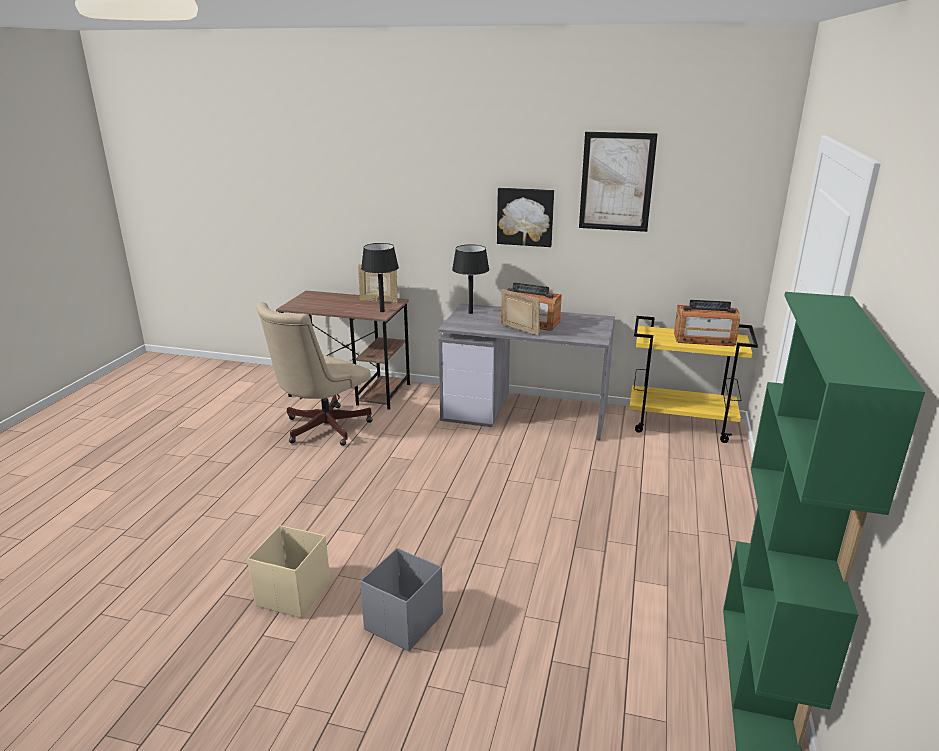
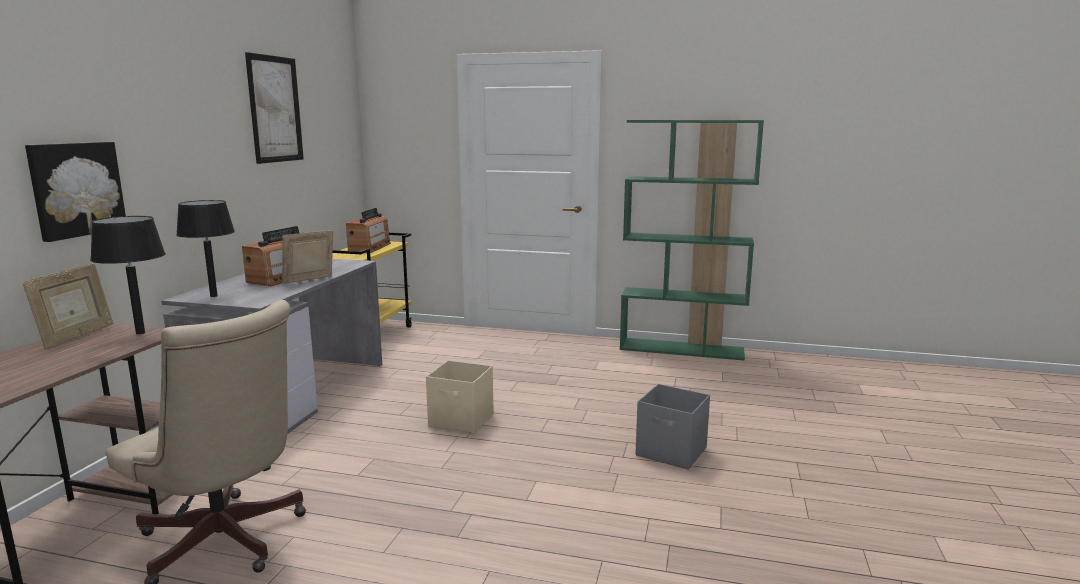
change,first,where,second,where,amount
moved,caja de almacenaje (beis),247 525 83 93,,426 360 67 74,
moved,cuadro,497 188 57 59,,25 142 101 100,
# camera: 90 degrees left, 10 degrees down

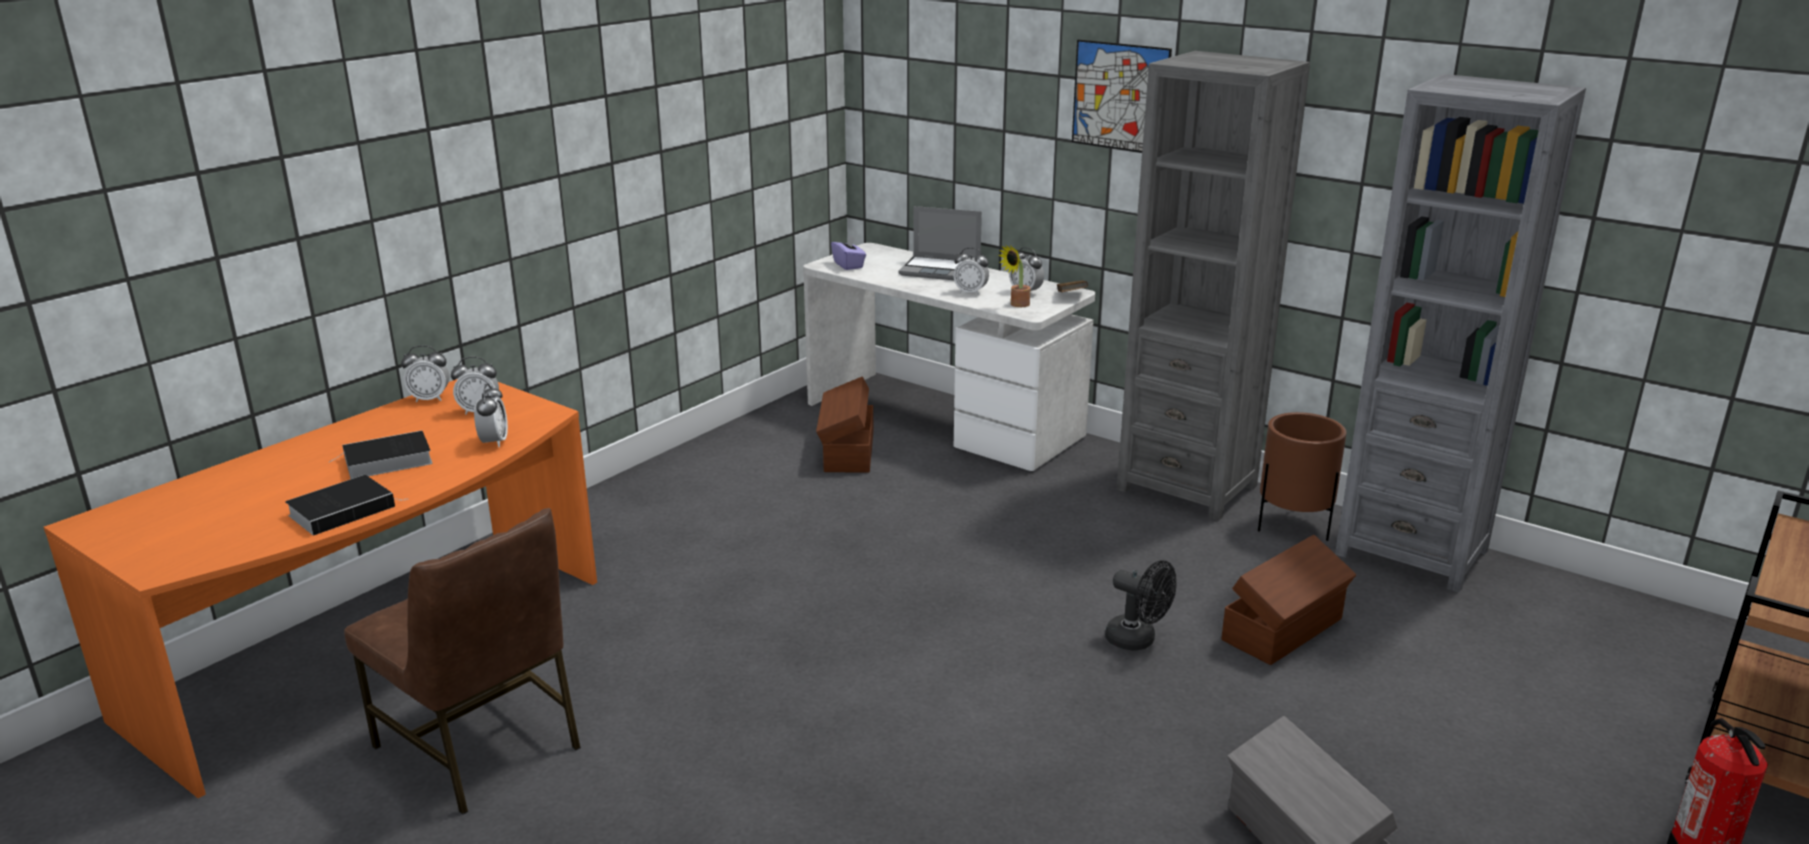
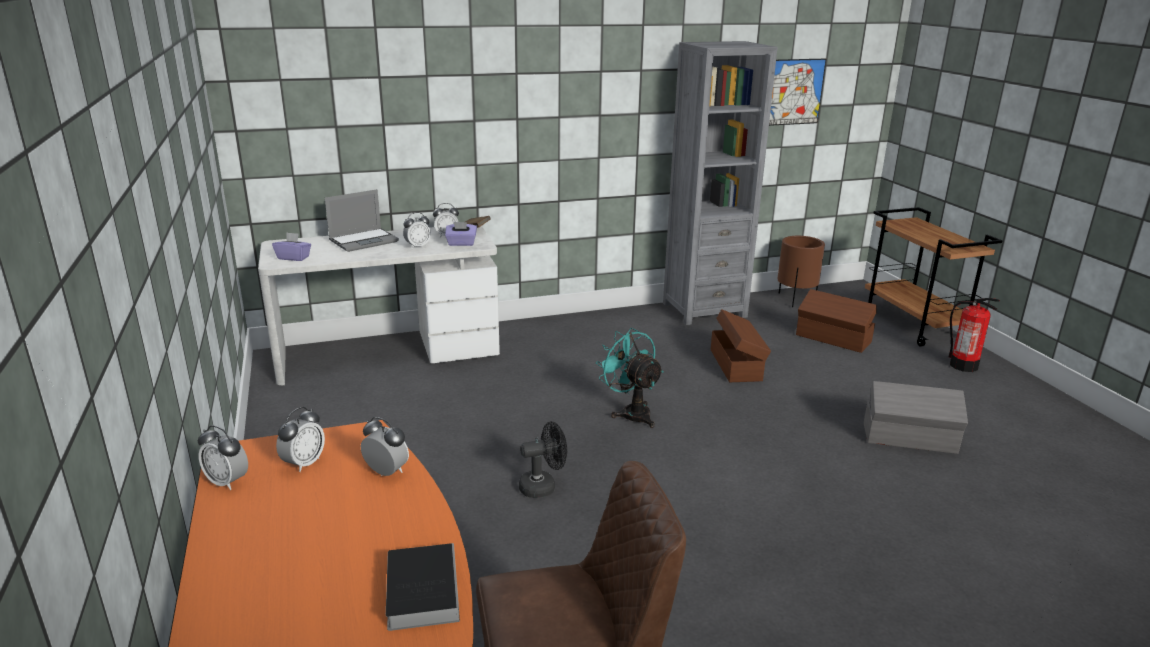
change,first,where,second,where,amount
removed,libro,329 430 104 49,,,
turned,despertador,401 345 48 58,,198 425 50 65,90 degrees clockwise
moved,caja de almacenaje (marrón),816 376 57 96,,796 289 81 64,
replaced,planta en maceta,998 245 33 62,caja de pañuelos (morado),445 222 32 24,
moved,cuadro,1072 39 100 114,,769 59 57 67,
moved,ventilador (negro),1105 560 71 91,,519 421 48 77,
removed,estantería (gris),1117 51 193 470,,,
moved,maceta (marrón),1258 412 88 129,,777 236 48 71,
added,,,ventilador (turquesa),596 328 68 100,
# camera: 55 degrees left, 0 degrees up

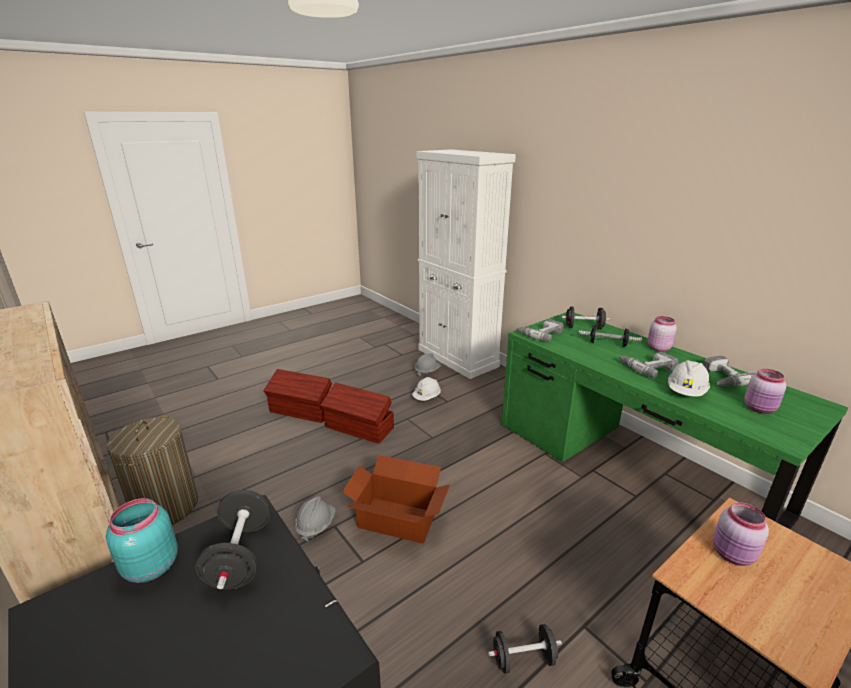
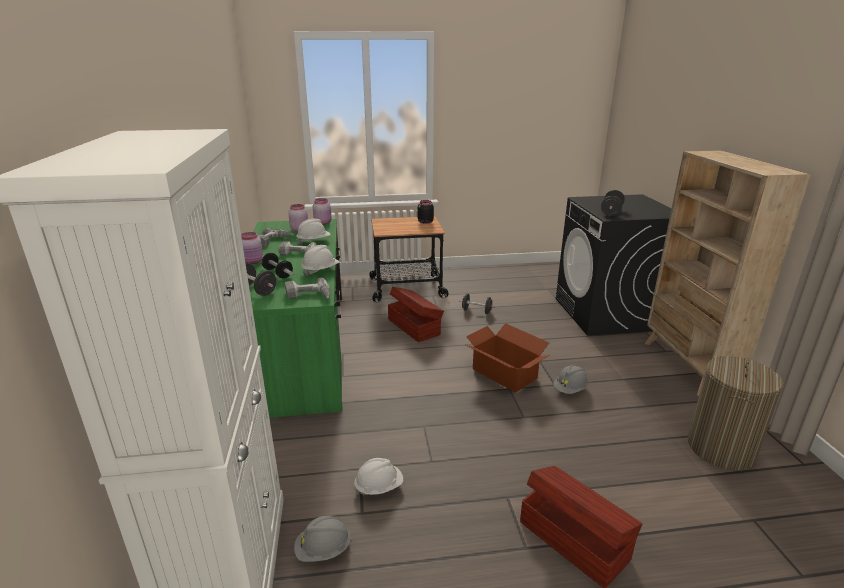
change,first,where,second,where,amount
removed,tarro (turquesa),106 498 72 85,,,
moved,caja de almacenaje (marrón),320 382 74 62,,388 287 56 55,
moved,tarro (rosa),713 502 56 64,,313 198 18 27,
added,,,casco (blanco),301 245 38 31,
added,,,tarro (negro),418 200 16 24,
# camera: 150 degrees left, 0 degrees up

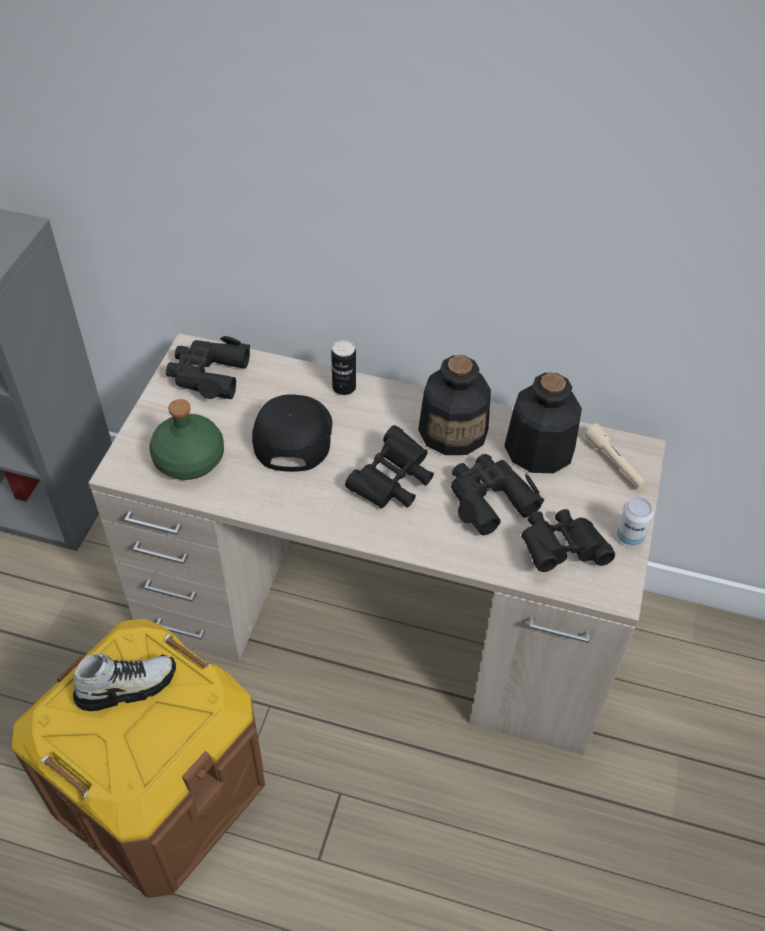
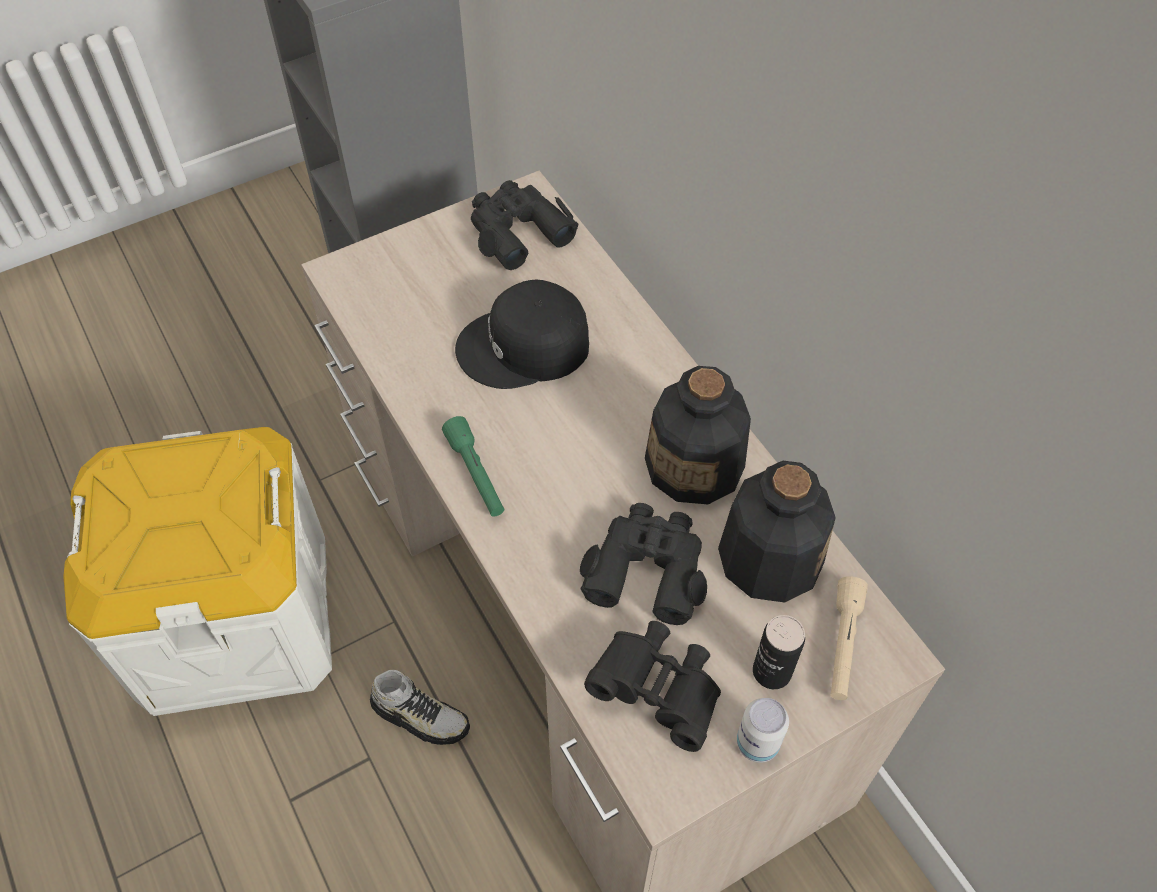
change,first,where,second,where,amount
recoloured,caja de almacenaje (marrón),12 619 253 279,caja de almacenaje (blanco),63 427 269 289,
moved,zapato,73 653 103 58,,370 670 100 75,
removed,botella (verde),149 399 75 81,,,
turned,gorra (negro),252 394 80 78,,455 279 134 110,150 degrees counterclockwise
moved,lata,331 340 25 55,,753 615 52 74,
removed,prismáticos (negro),345 425 89 84,,,
added,,,linterna (verde),442 416 62 101,
# camera: 45 degrees right, 5 degrees up

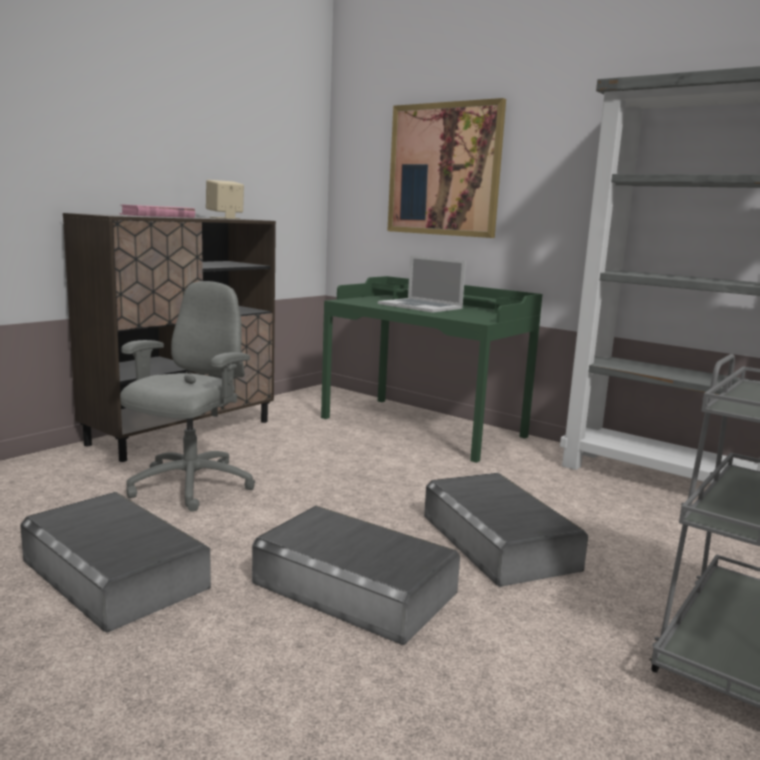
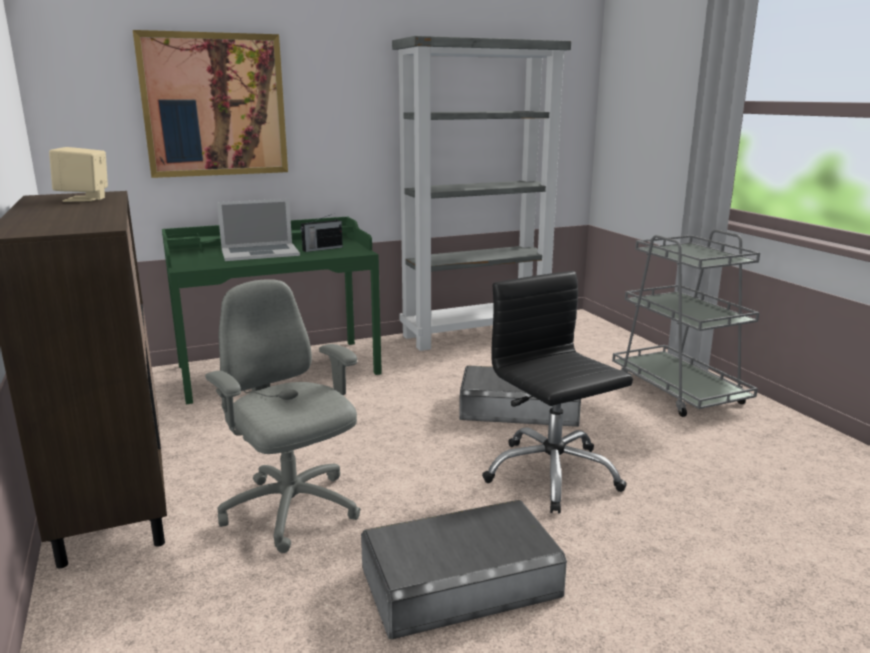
change,first,where,second,where,amount
removed,libro (rosa),119 205 76 13,,,
replaced,caja de almacenaje (gris),252 506 208 139,silla de oficina (negro),482 271 151 242,
added,,,radio,300 213 43 39,
# camera: 60 degrees left, 5 degrees up

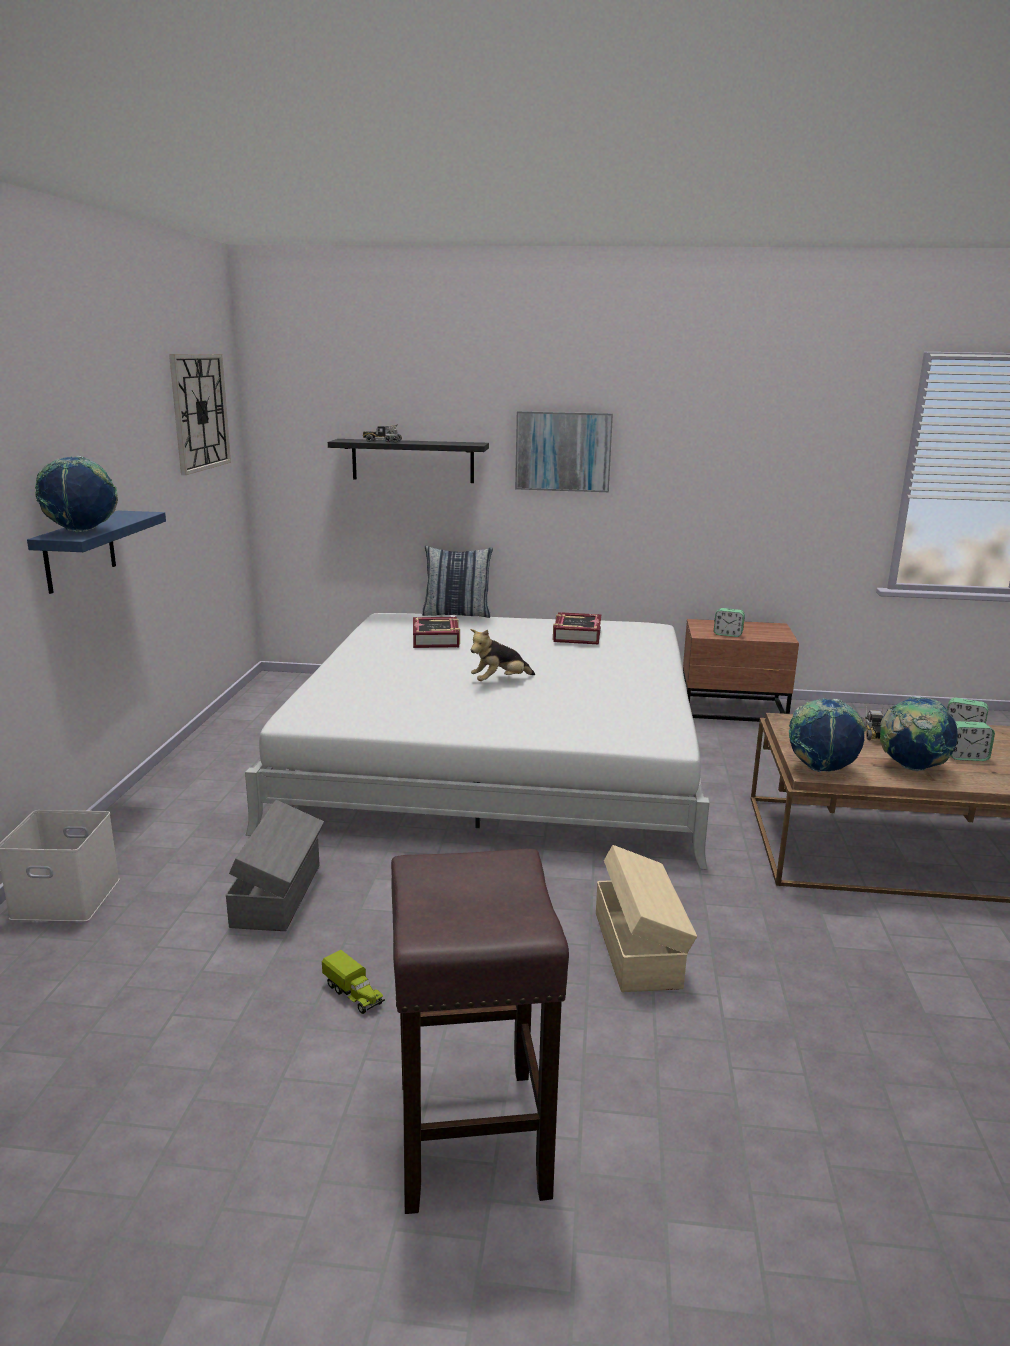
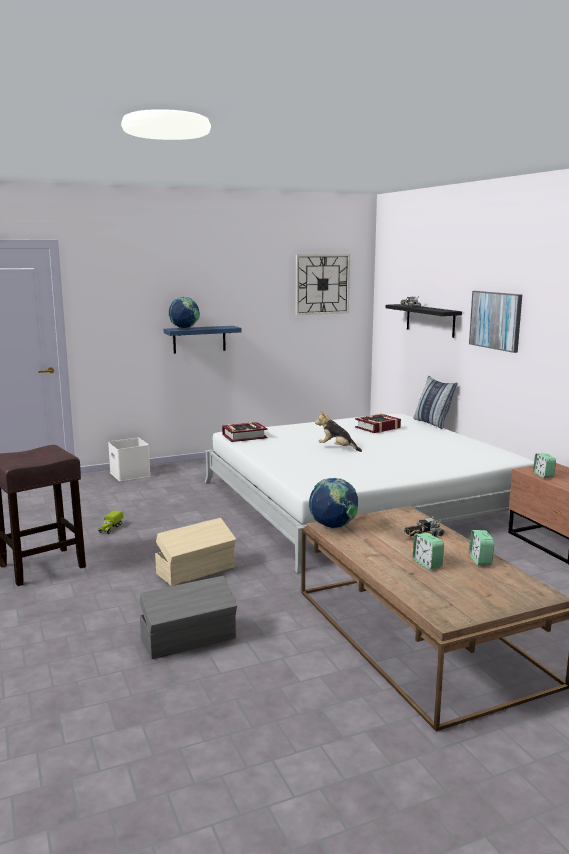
change,first,where,second,where,amount
moved,caja de almacenaje (gris),226 800 98 131,,140 576 97 83,
moved,libro,553 612 48 32,,222 422 46 20,
removed,globo terráqueo,880 696 78 75,,,
# camera: 60 degrees right, 5 degrees down

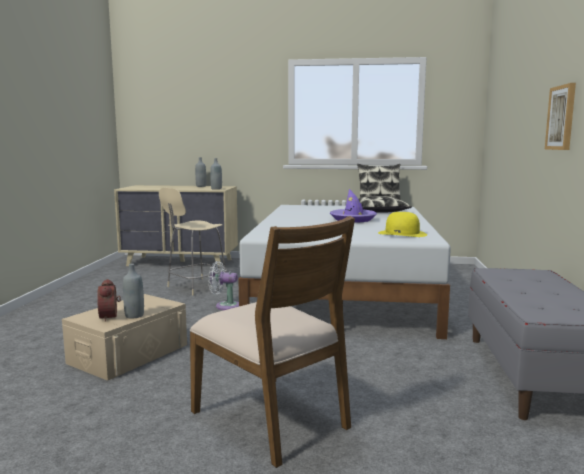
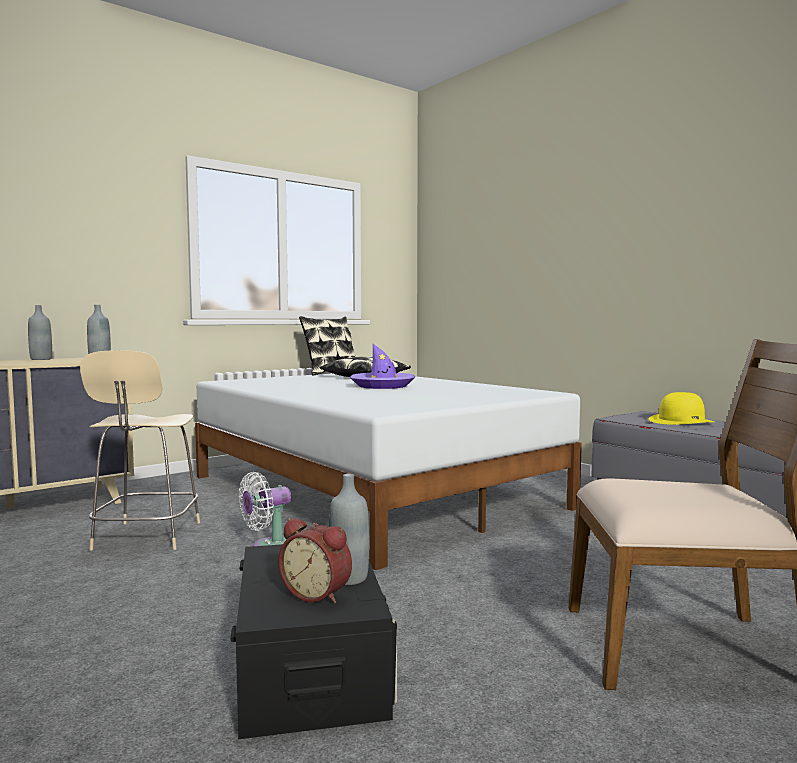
change,first,where,second,where,amount
recoloured,caja de almacenaje (beis),62 294 125 87,caja de almacenaje (negro),230 544 167 195,
moved,sombrero (amarillo),378 212 49 25,,649 392 65 33,
removed,cuadro,545 83 31 67,,,
# camera: 45 degrees left, 5 degrees down

